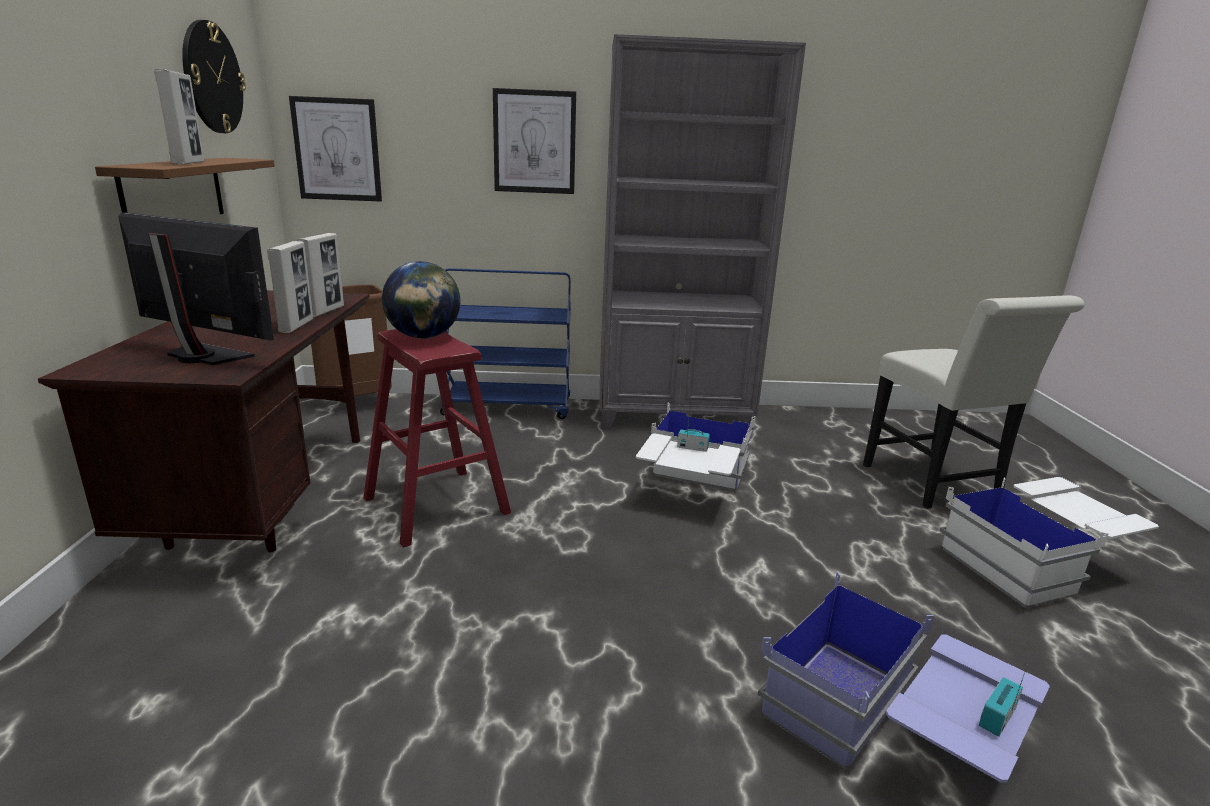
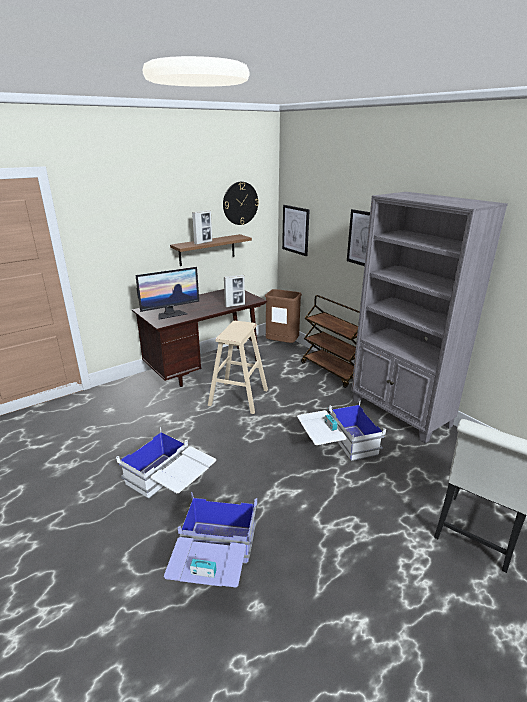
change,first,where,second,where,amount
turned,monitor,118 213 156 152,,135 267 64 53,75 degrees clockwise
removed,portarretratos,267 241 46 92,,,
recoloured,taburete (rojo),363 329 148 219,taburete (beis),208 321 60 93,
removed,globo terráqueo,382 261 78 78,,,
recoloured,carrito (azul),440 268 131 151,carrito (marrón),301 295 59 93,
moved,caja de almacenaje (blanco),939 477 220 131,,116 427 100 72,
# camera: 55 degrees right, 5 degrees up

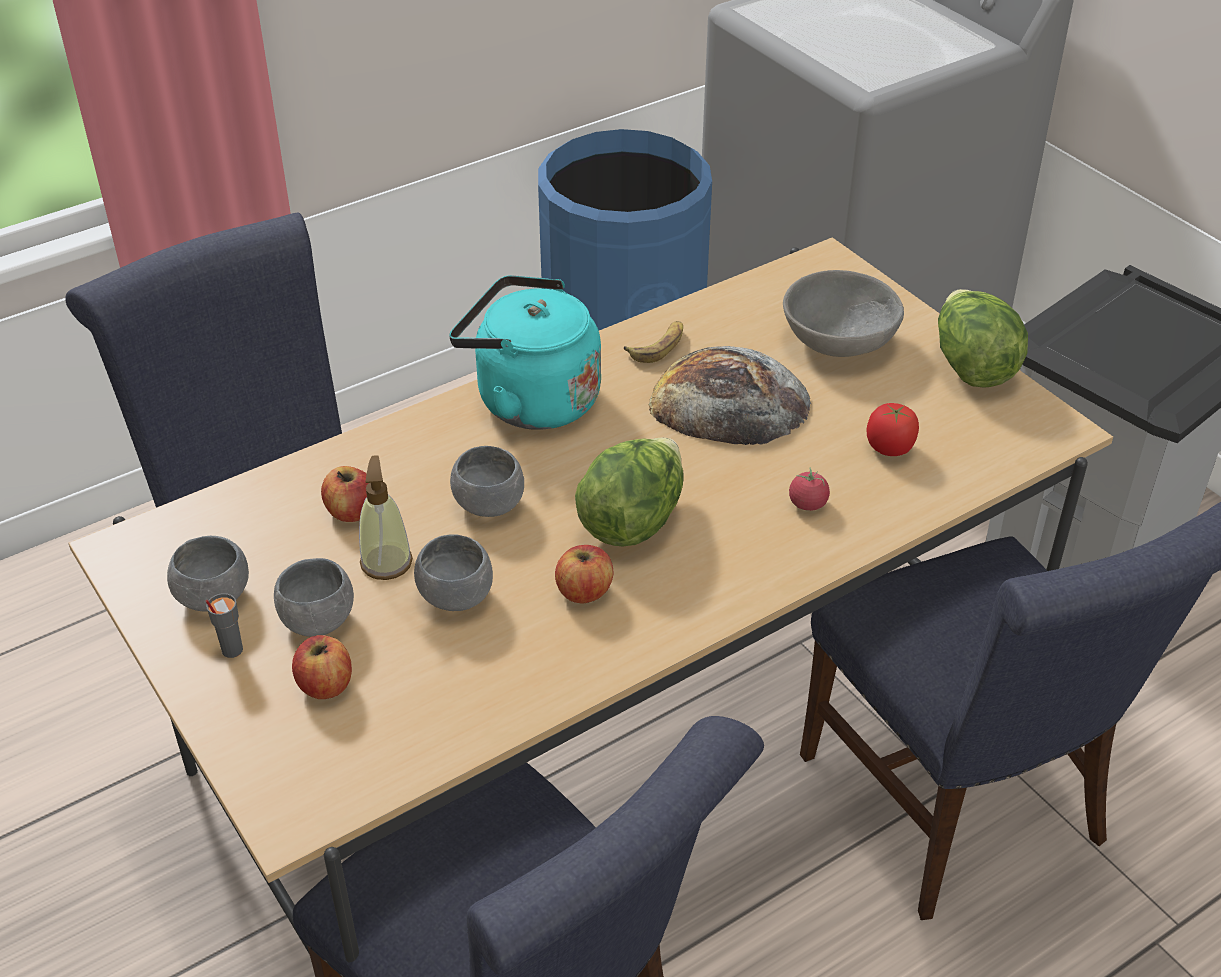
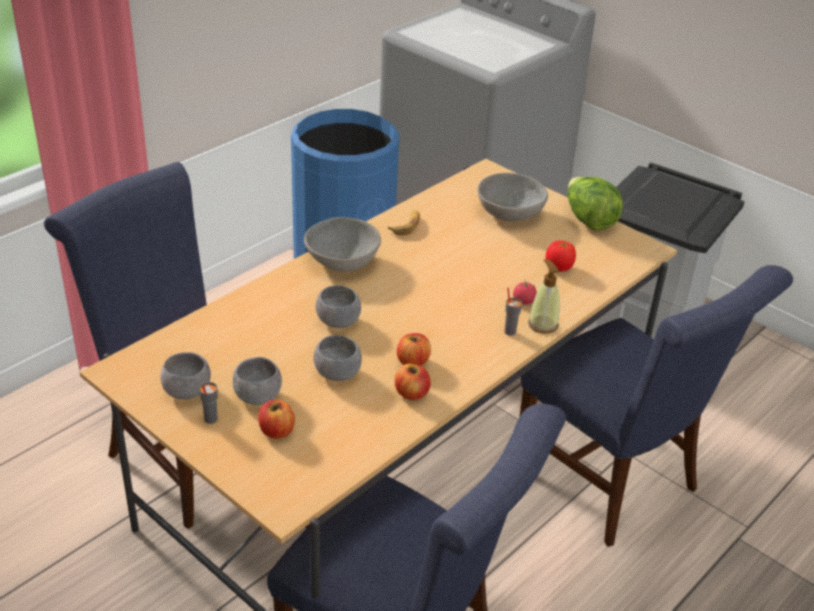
change,first,where,second,where,amount
moved,manzana,321 466 48 56,,394 364 37 36,
moved,dispensador de jabón,359 455 54 125,,528 259 32 75,
replaced,hervidor (turquesa),449 275 152 155,cuenco (gris),304 217 77 55,
removed,lechuga,575 438 109 108,,,
removed,pan,649 346 163 99,,,
added,,,taza (gris),504 288 18 48,
# camera: 15 degrees left, 5 degrees down

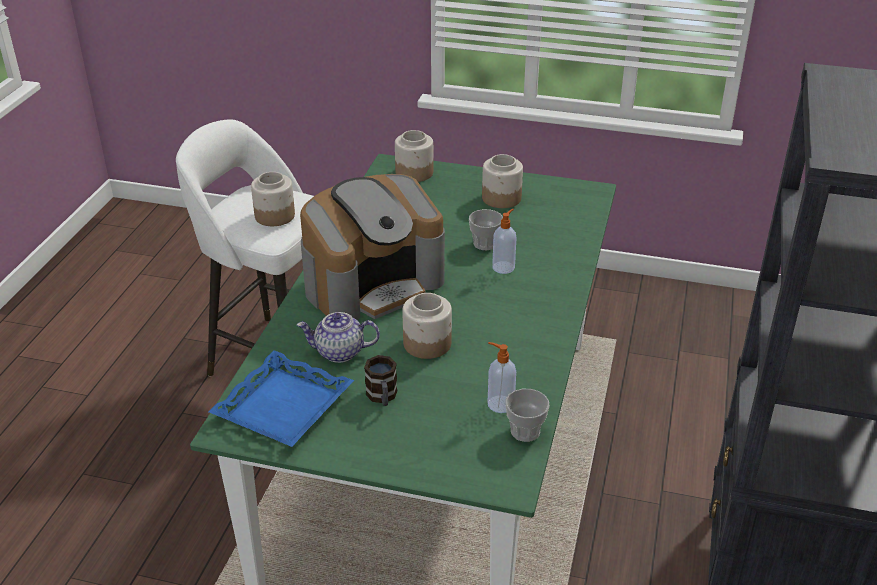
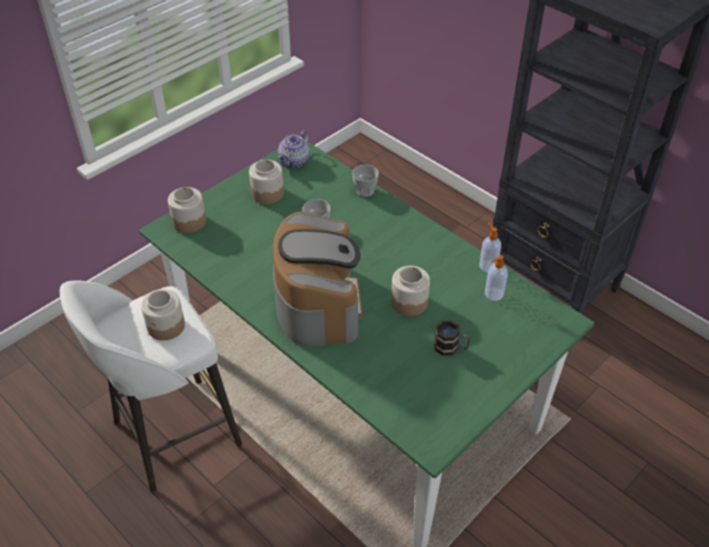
change,first,where,second,where,amount
removed,bandeja (azul),208 350 146 97,,,
moved,tetera,297 312 83 51,,278 130 32 37,
moved,dispensador de jabón,492 209 24 65,,479 223 22 50,
moved,taza,505 389 44 53,,352 165 27 32,
# camera: 60 degrees left, 10 degrees up

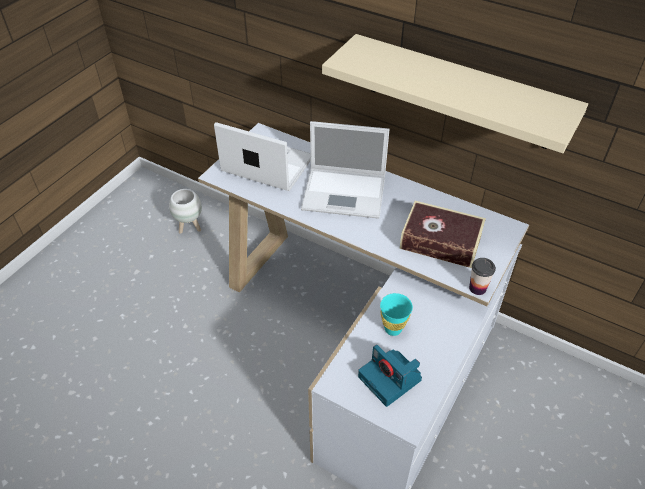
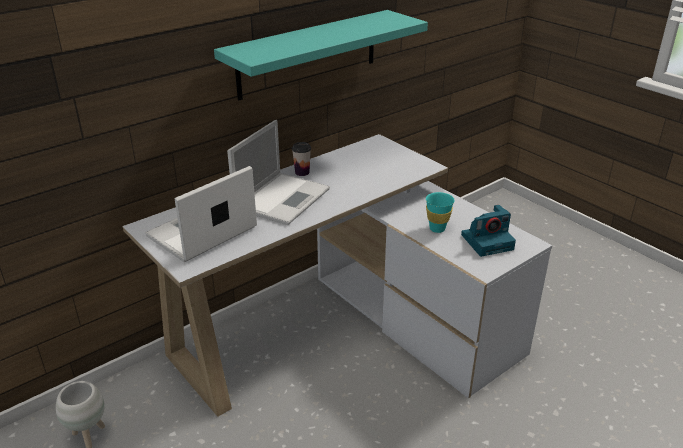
change,first,where,second,where,amount
recoloured,estante (beis),322 34 266 119,estante (turquesa),214 10 214 91,
removed,libro,400 201 86 67,,,
moved,taza,469 258 27 37,,292 142 19 34,
# camera: 70 degrees left, 15 degrees down

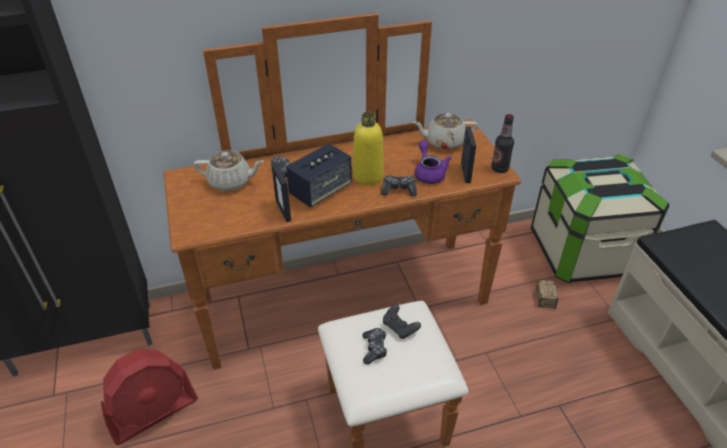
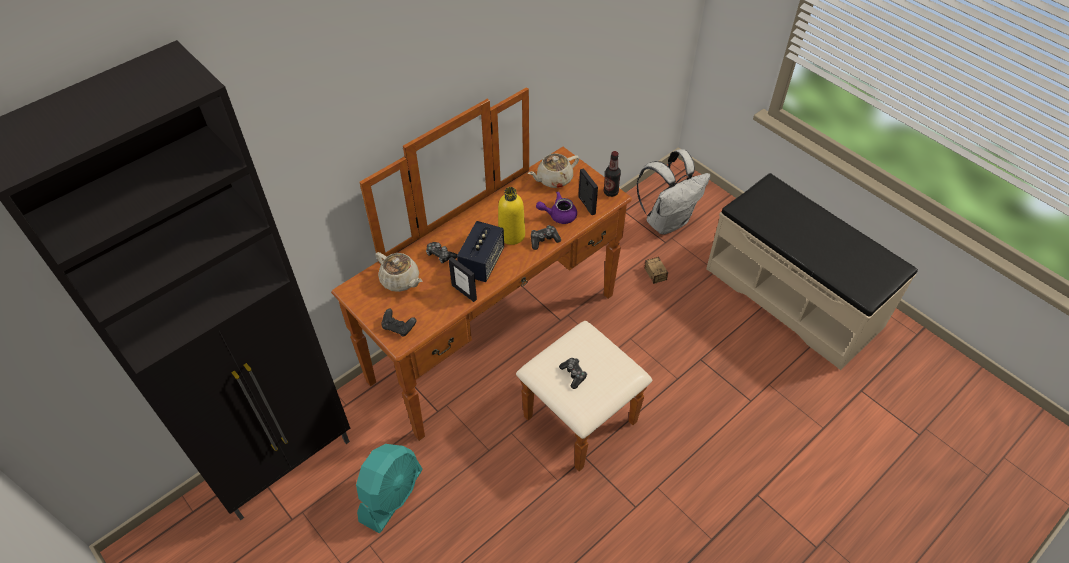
change,first,where,second,where,amount
recoloured,ventilador (rojo),101 349 97 96,ventilador (turquesa),356 444 66 89,
turned,tetera (beis),194 150 70 41,,375 252 47 40,60 degrees clockwise
moved,mando de consola (negro),383 304 38 35,,381 309 36 28,
turned,tetera (morado),414 140 38 44,,536 191 41 33,60 degrees counterclockwise
replaced,caja de almacenaje,531 154 138 129,mochila (blanco),637 149 74 85,
# camera: 25 degrees left, 10 degrees up

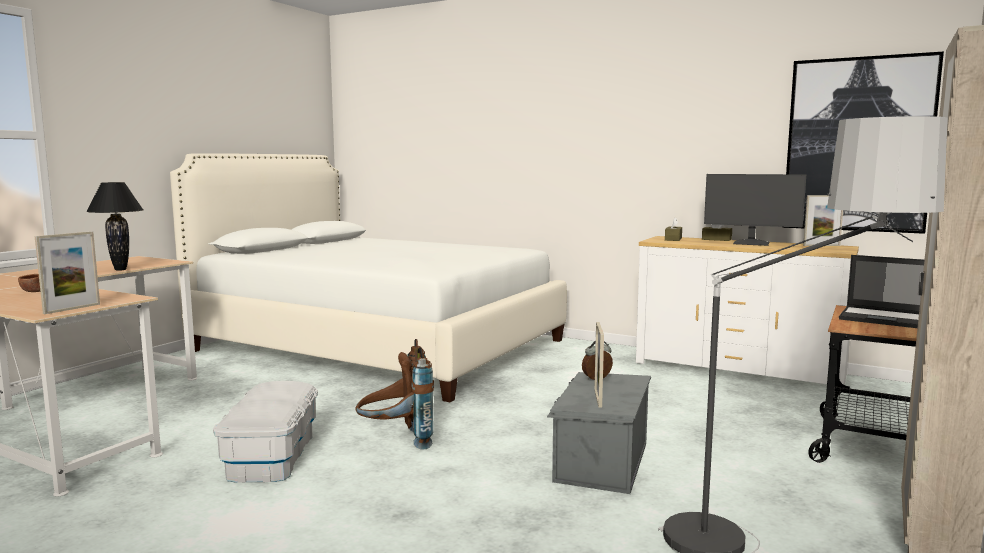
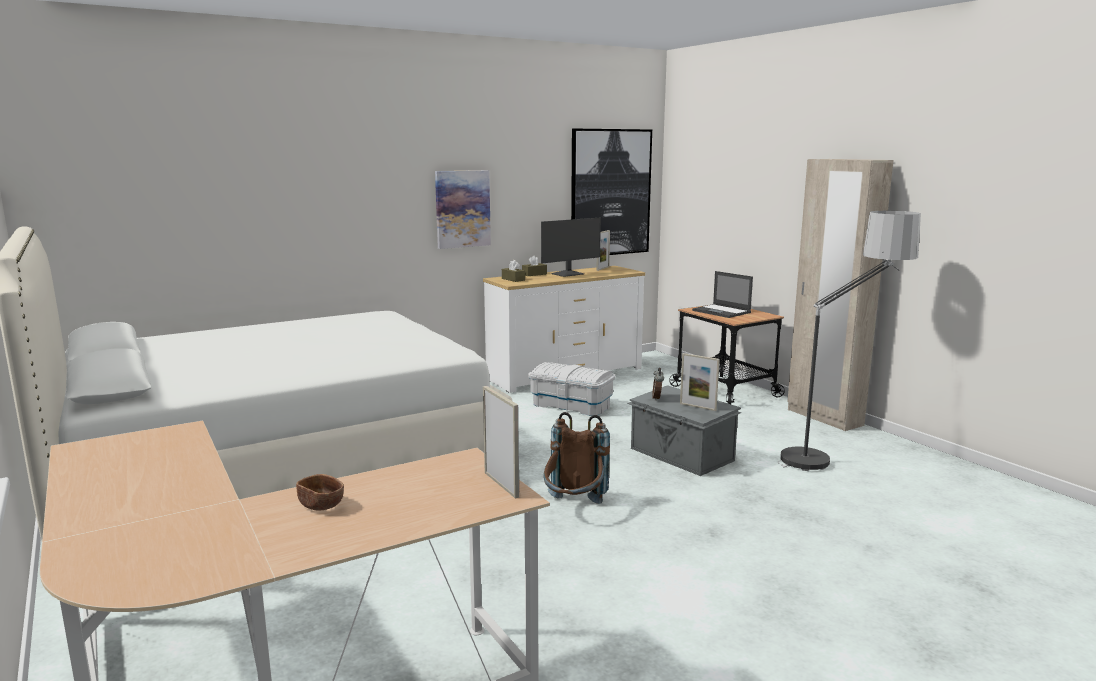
change,first,where,second,where,amount
removed,lámpara de mesa (negro),86 182 57 89,,,
moved,caja de almacenaje (blanco),213 381 105 102,,528 362 88 54,
turned,portátil,839 255 85 73,,692 271 61 47,75 degrees clockwise
added,,,cuadro,435 170 56 79,
# camera: 60 degrees left, 5 degrees up

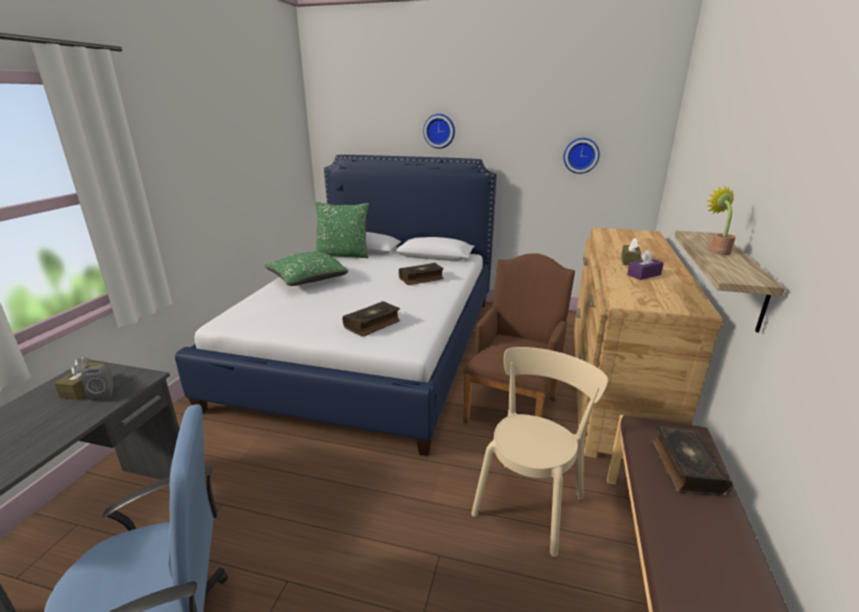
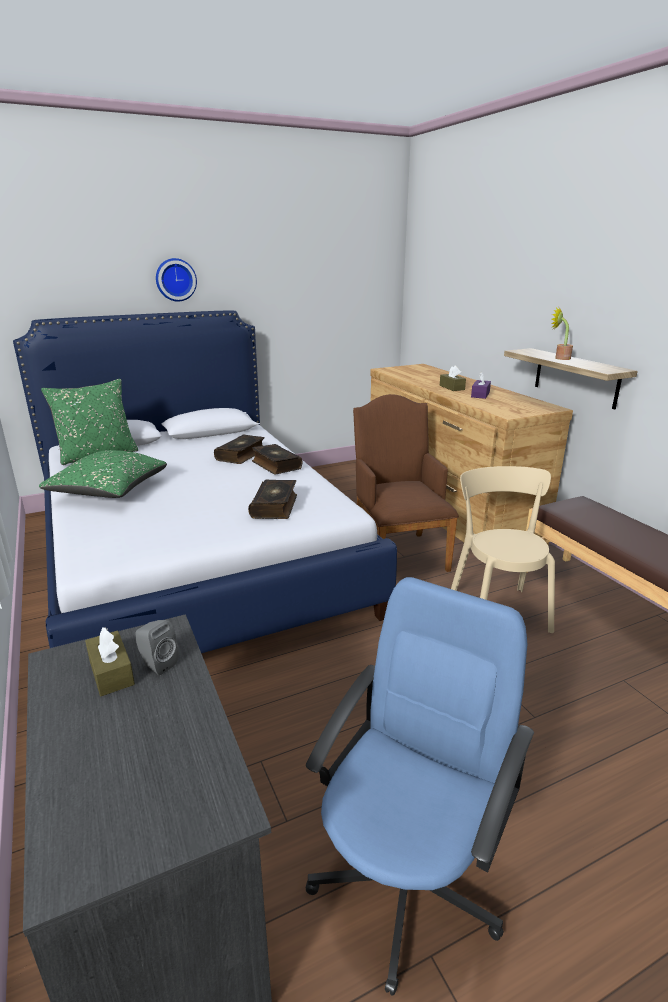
change,first,where,second,where,amount
removed,reloj de pared,563 138 37 36,,,
moved,libro,651 425 82 71,,252 444 50 30,
# camera: 40 degrees left, 0 degrees up

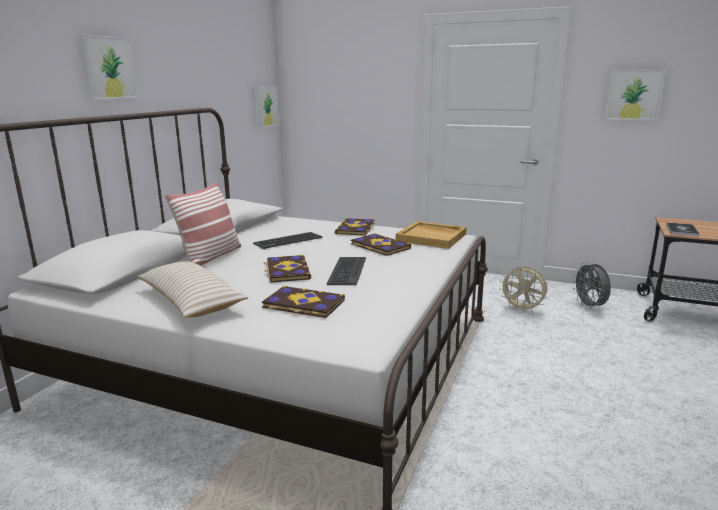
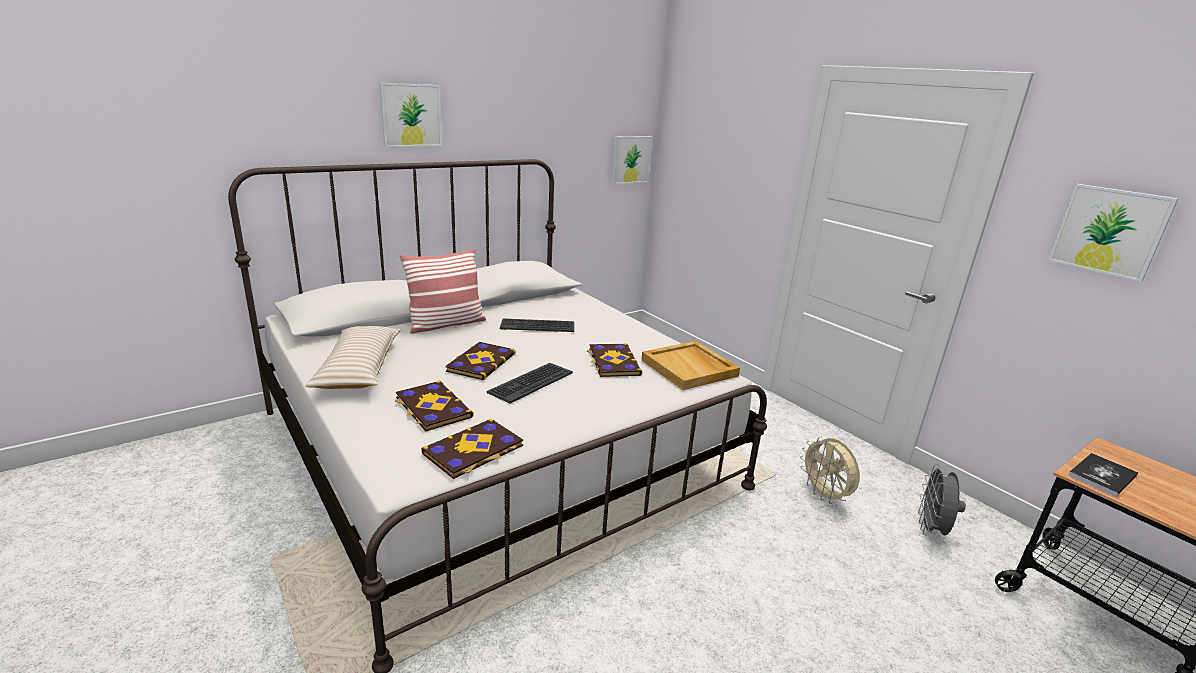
change,first,where,second,where,amount
moved,libro,335 218 40 18,,421 419 102 60,
# camera: 30 degrees right, 5 degrees up

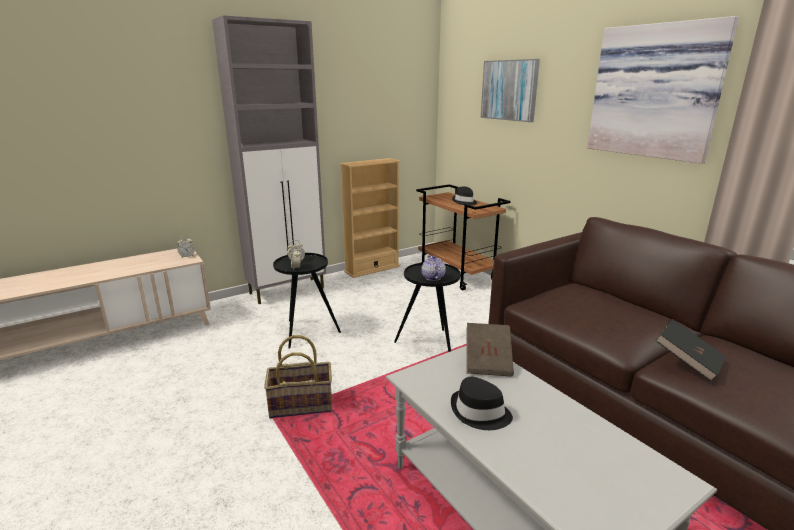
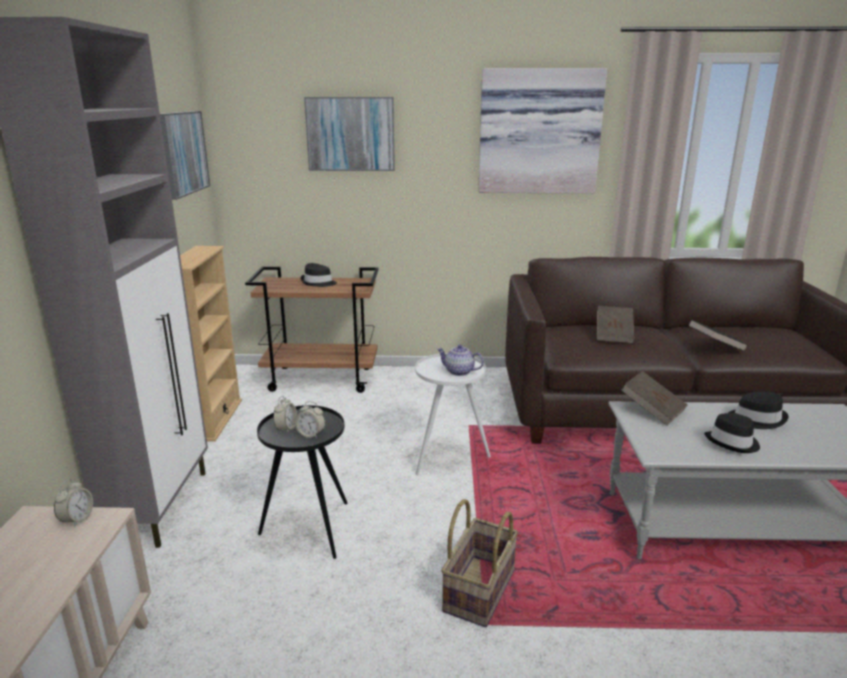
change,first,where,second,where,amount
recoloured,mesa auxiliar (negro),394 262 67 90,mesa auxiliar (blanco),415 353 76 123,
added,,,cuadro,160 111 50 89,
added,,,libro (marrón),597 306 38 37,
added,,,sombrero (negro),728 391 60 38,
# camera: 55 degrees left, 0 degrees up

